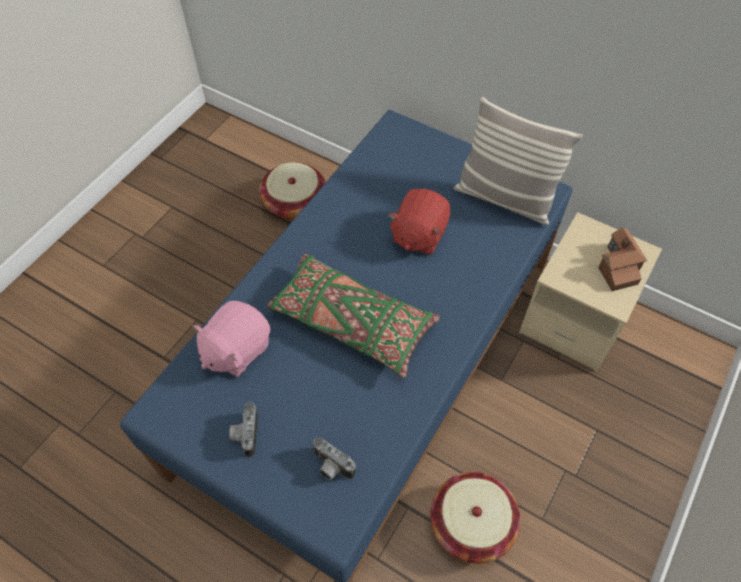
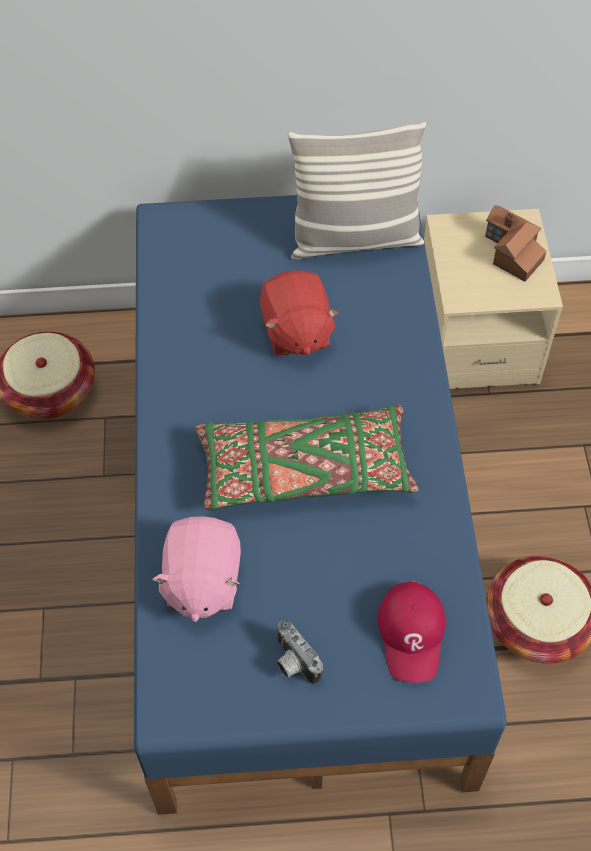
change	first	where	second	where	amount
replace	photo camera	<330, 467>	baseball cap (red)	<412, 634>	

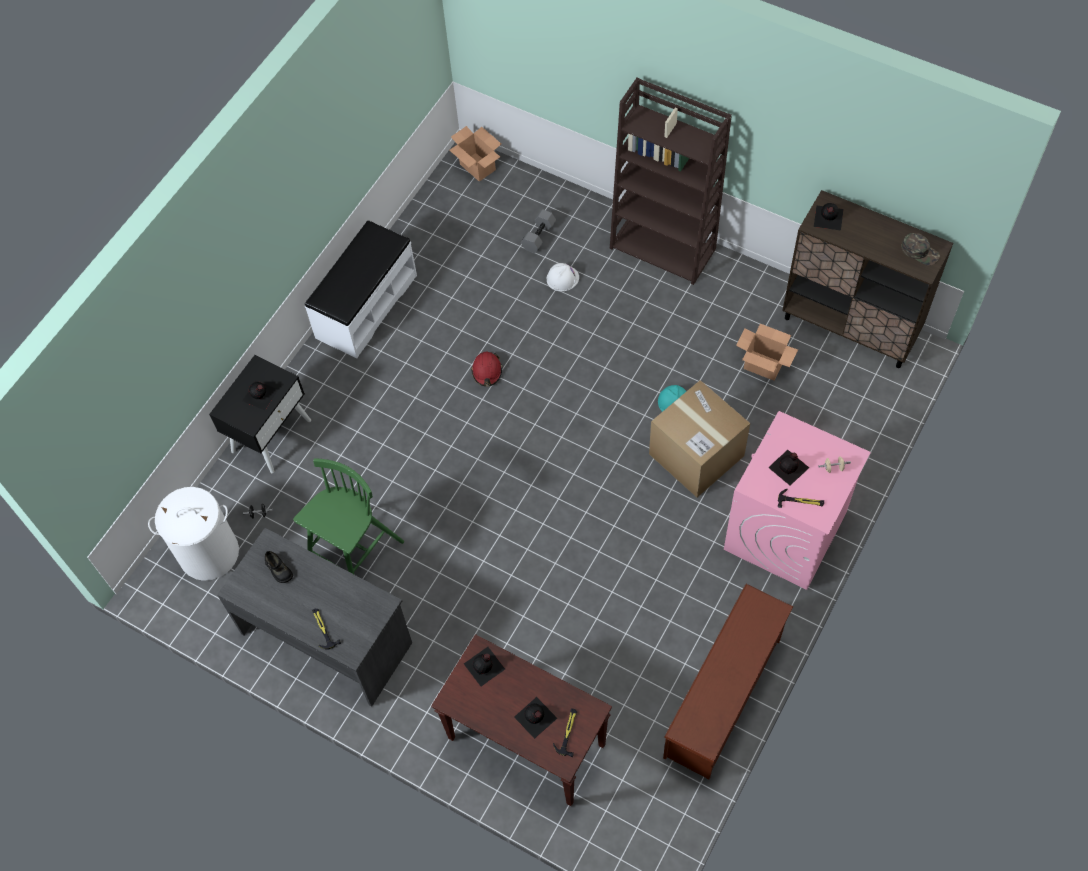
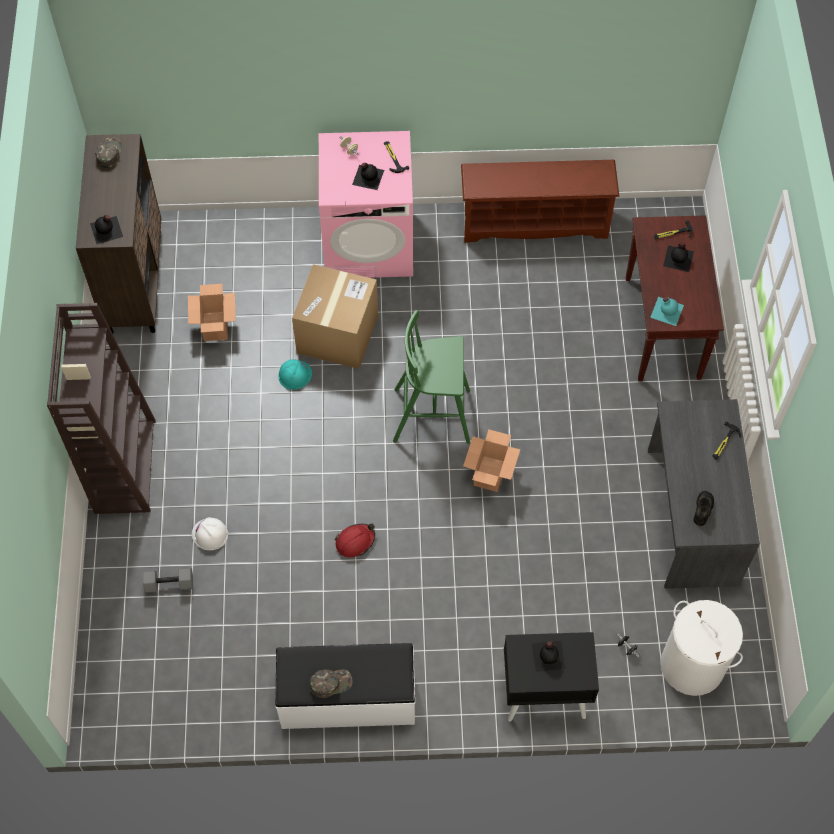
change	first	where	second	where	amount
insert			baseball cap (green-coloured)	<330, 683>	
move	sitting stool (green-coloured)	<355, 558>		<433, 415>	
move	cardboard box	<478, 167>		<490, 473>	
recolor	beverage bottle (black-coloured)	<485, 666>	beverage bottle (blue-green)	<666, 310>	

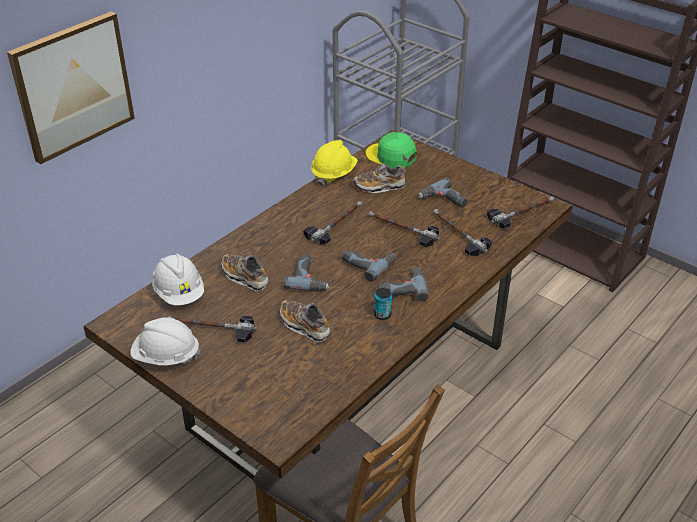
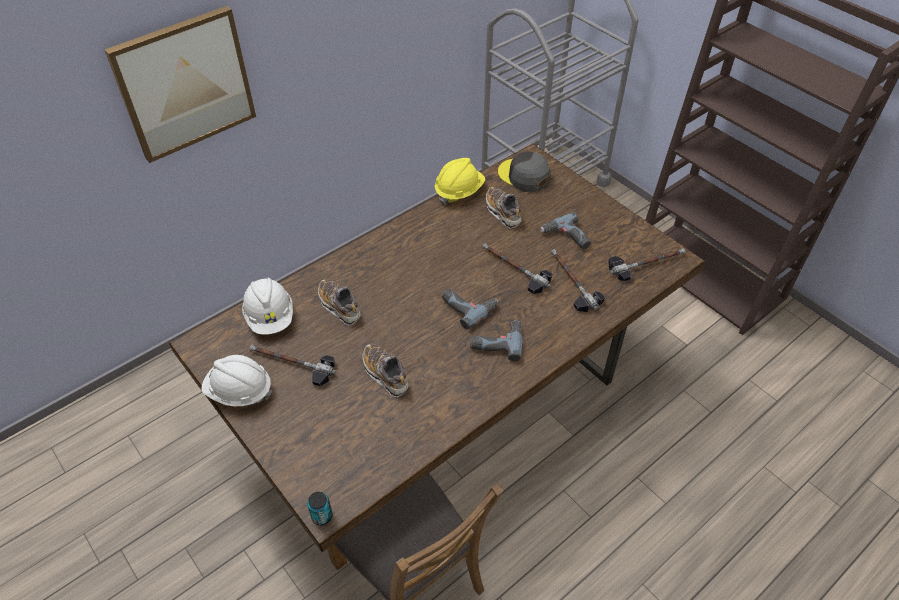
change	first	where	second	where	amount
delete	power drill	<310, 278>			
delete	tool hammer	<335, 224>			
move	sealed can	<382, 314>		<322, 516>	
recolor	baseball cap (green-coloured)	<391, 156>	baseball cap (grey)	<524, 176>	
rotate	shoe	<379, 186>		<502, 212>	60 degrees clockwise

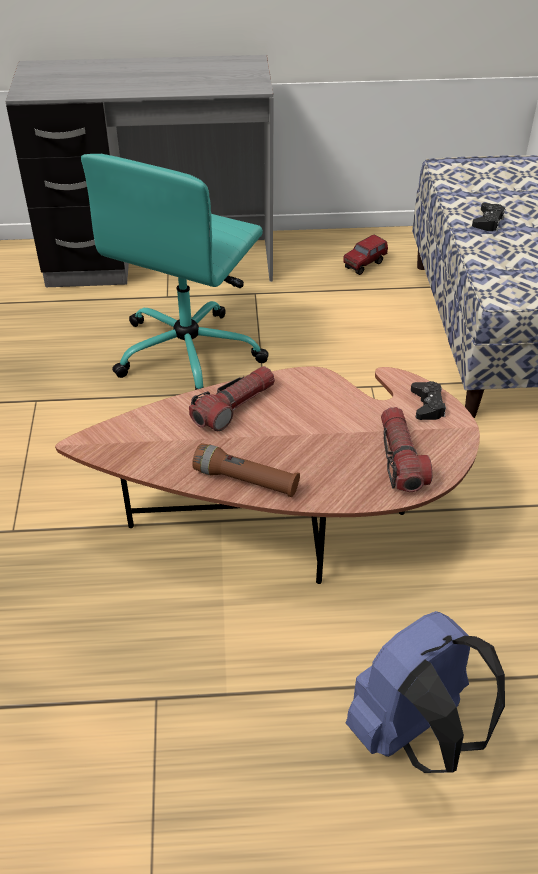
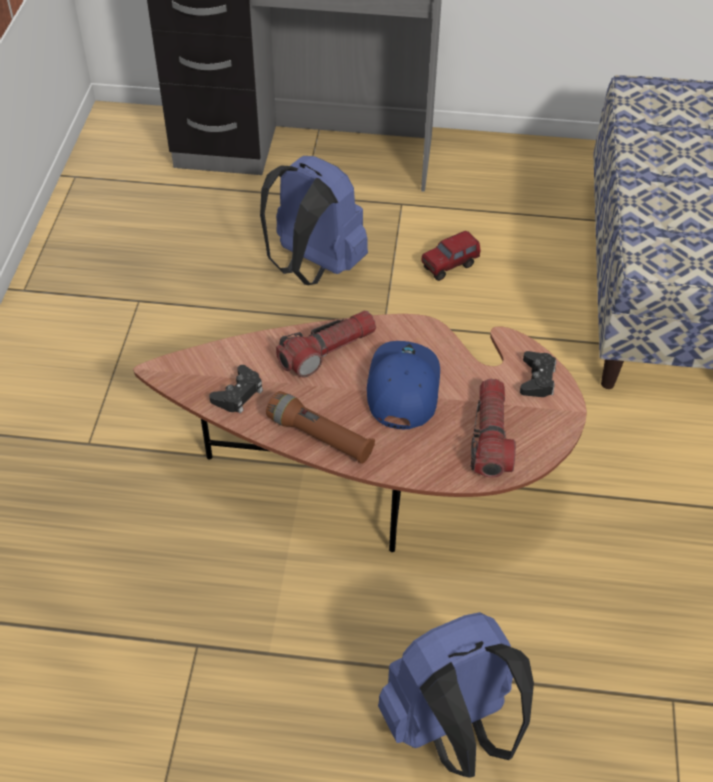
change	first	where	second	where	amount
insert			baseball cap (blue)	<402, 388>	
move	toy truck	<364, 265>		<450, 267>	
move	game controller (black-coloured)	<488, 222>		<238, 394>	
replace	desk chair (blue-green)	<190, 352>	backpack (blue)	<313, 267>	

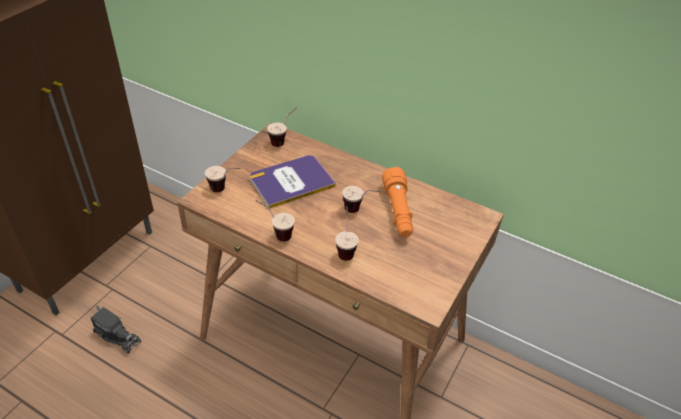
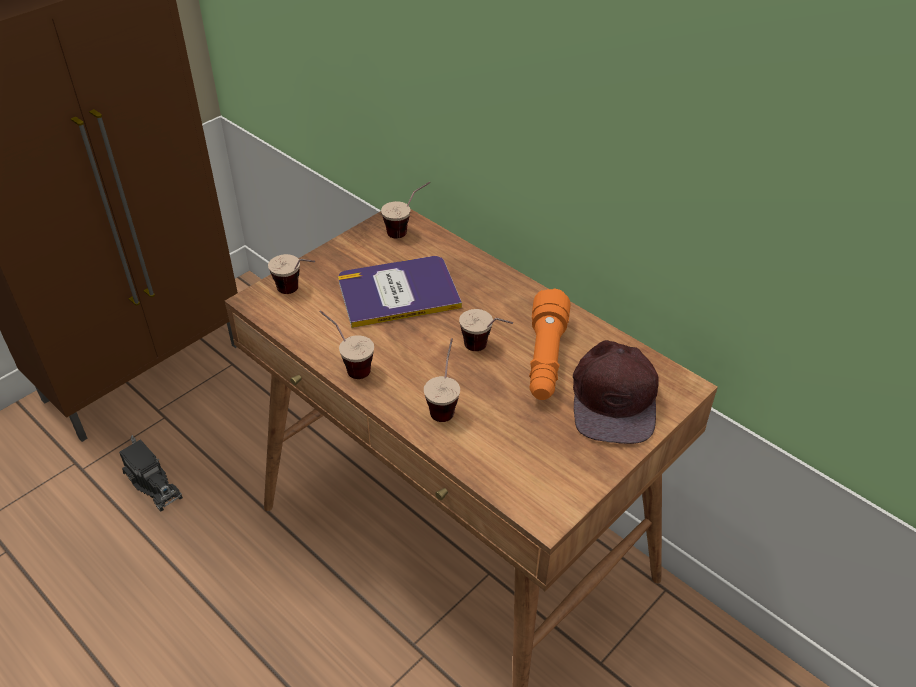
change	first	where	second	where	amount
insert			baseball cap (brown-coloured)	<615, 397>	

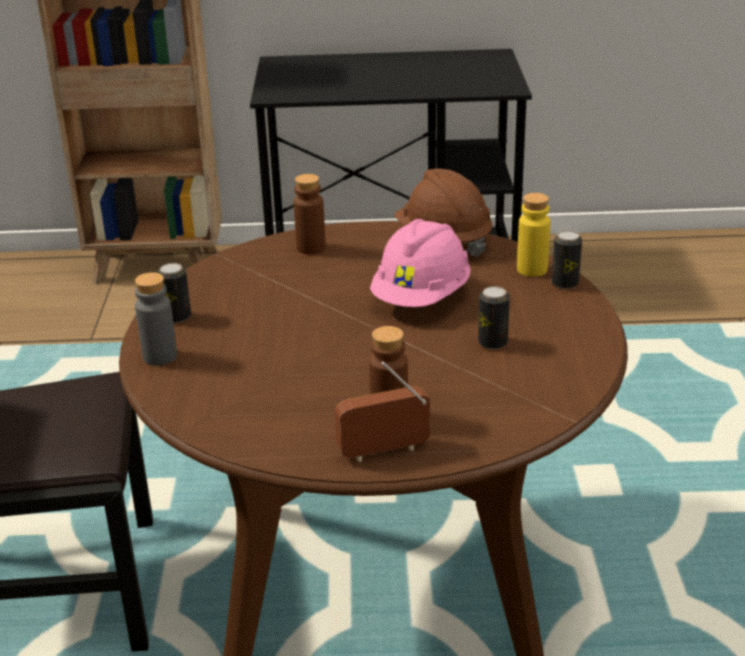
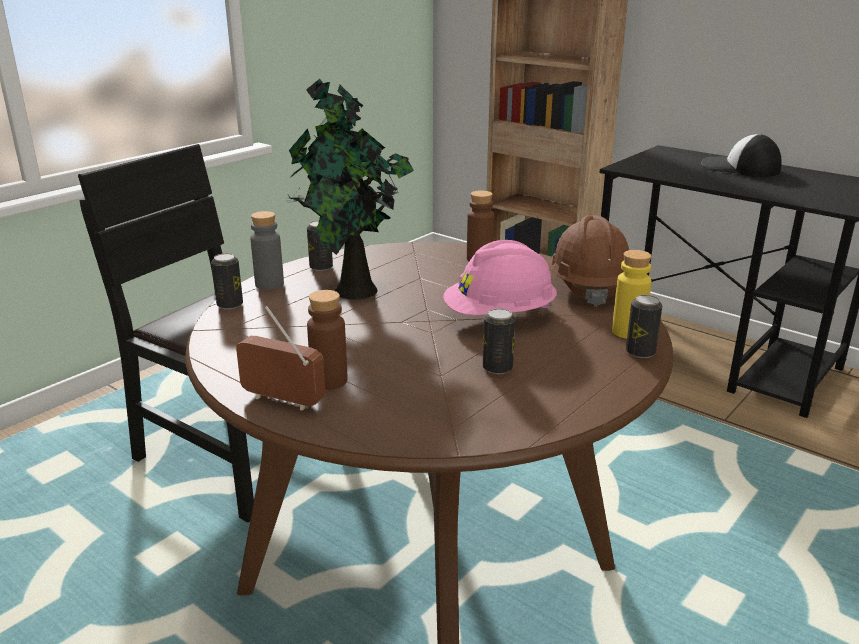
change	first	where	second	where	amount
insert			sealed can	<230, 305>	
insert			houseplant	<353, 292>	
insert			baseball cap	<739, 168>	

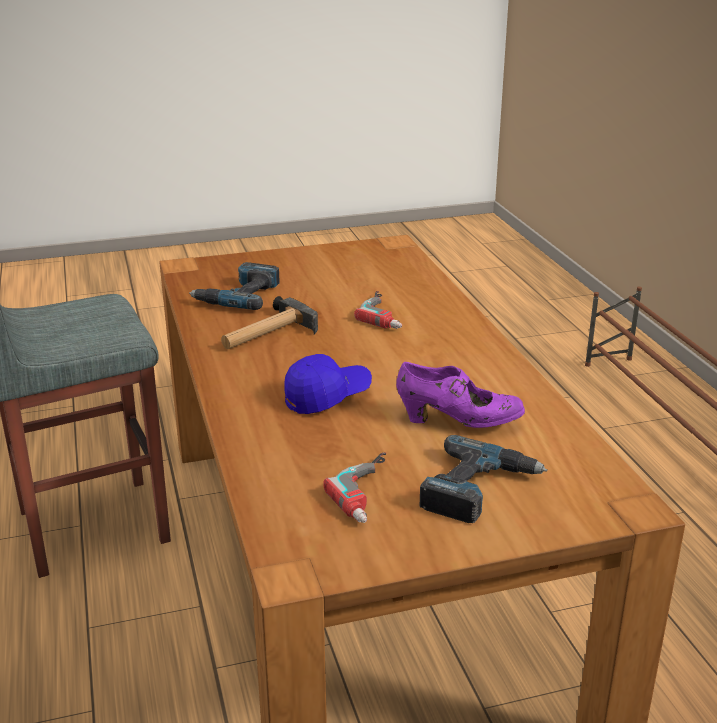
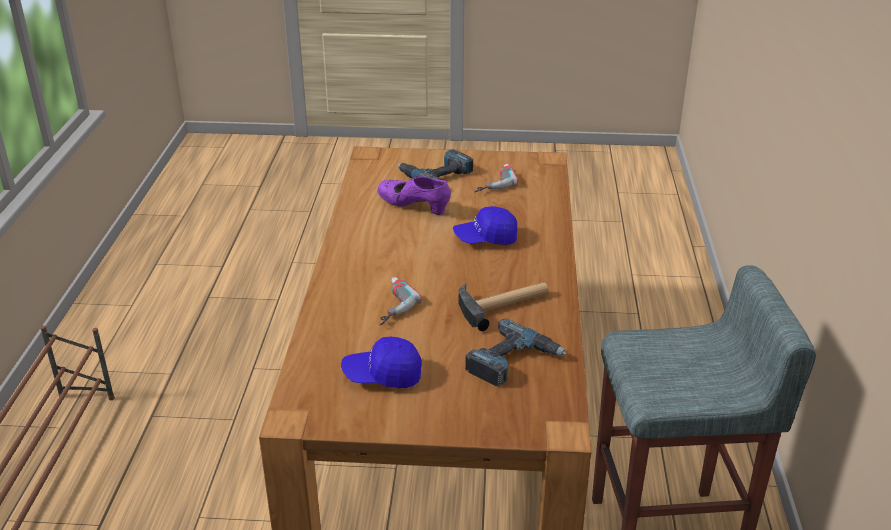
change	first	where	second	where	amount
insert			baseball cap (blue)	<382, 375>	

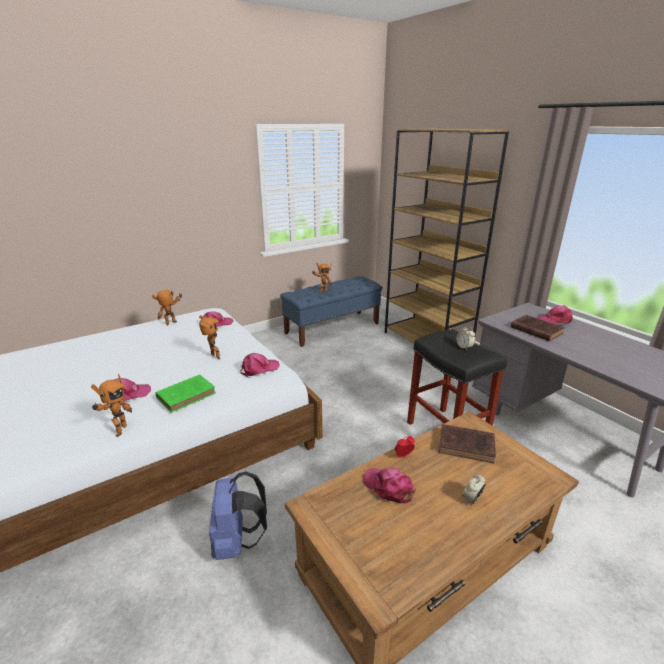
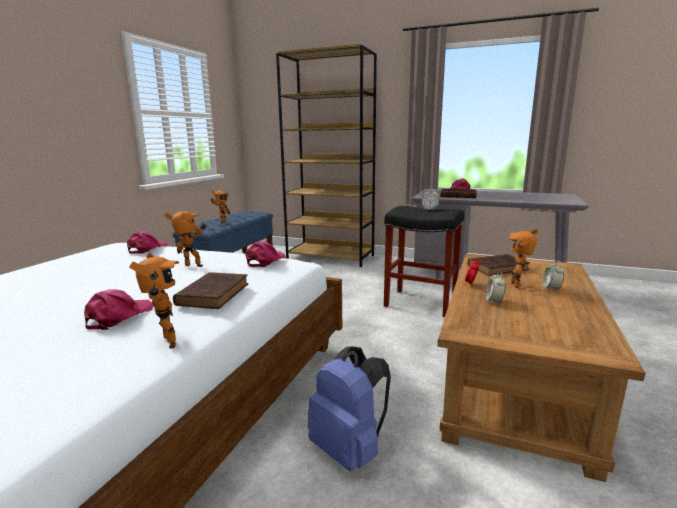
change	first	where	second	where	amount
move	robot figure	<172, 324>		<517, 285>	
replace	baseball cap (pinkish)	<388, 487>	alarm clock	<494, 301>	
recolor	book (green-coloured)	<188, 395>	book (brown-coloured)	<214, 293>	

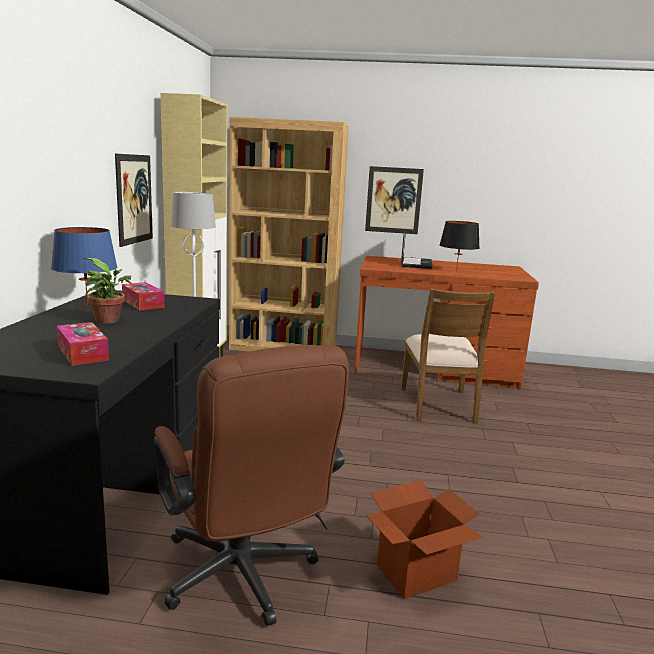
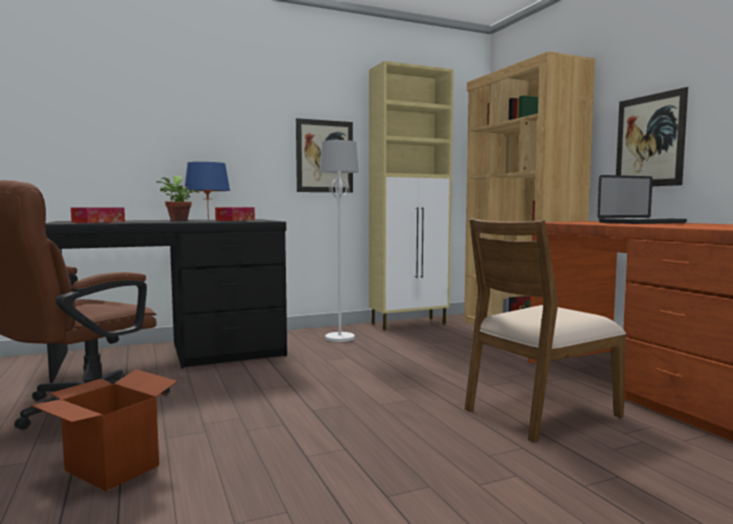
change	first	where	second	where	amount
delete	table lamp (black-coloured)	<456, 272>			

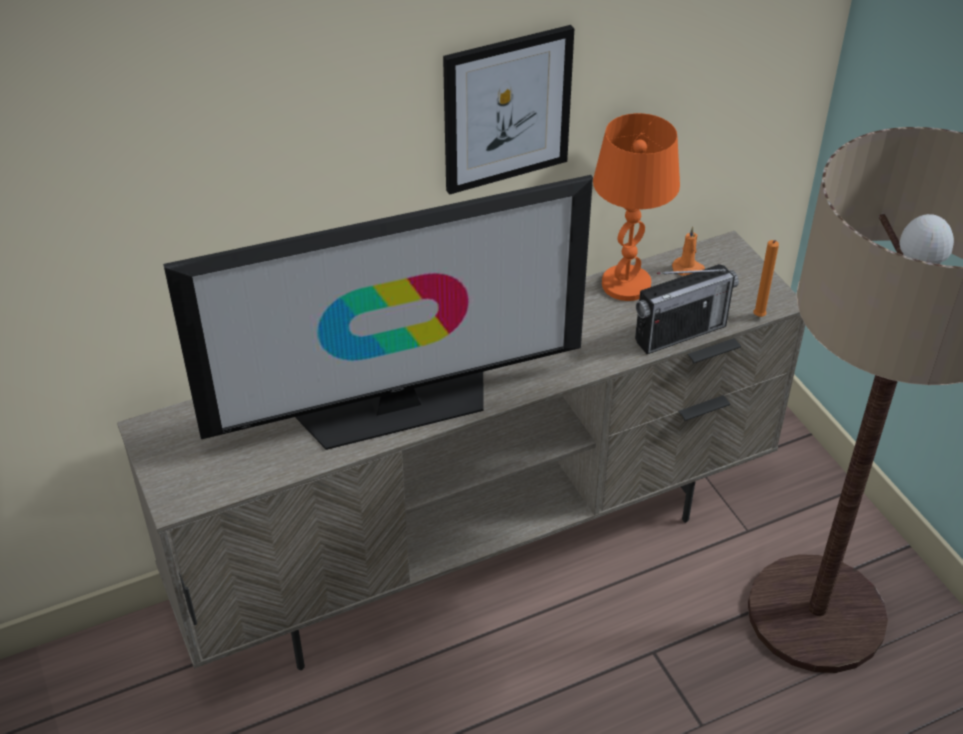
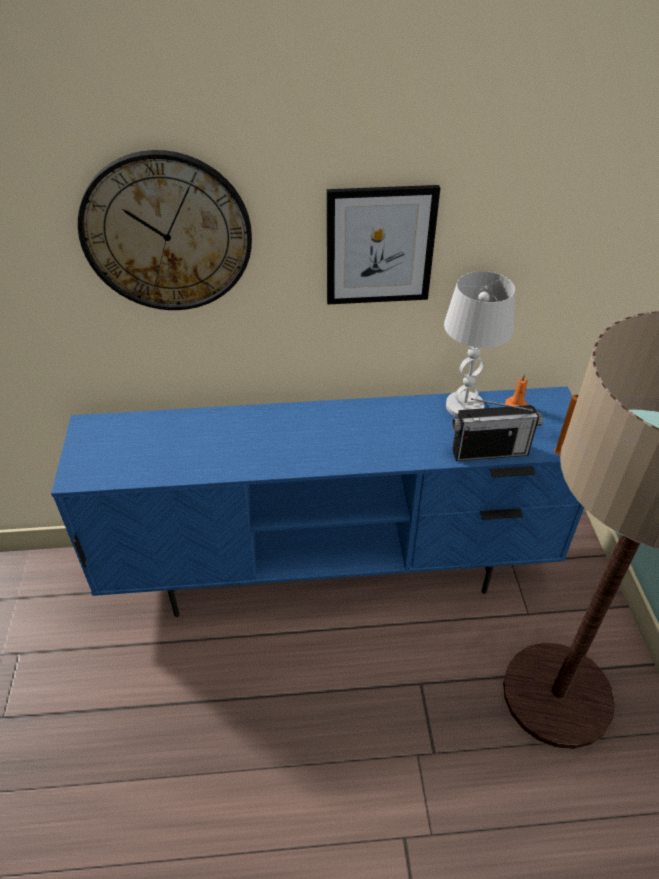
change	first	where	second	where	amount
delete	TV set	<396, 406>			
insert			clock on the wall	<167, 233>	
recolor	tv unit (beige)	<482, 550>	tv unit (blue)	<331, 570>	
recolor	table lamp (orange-coloured)	<626, 285>	table lamp (white)	<464, 406>	

